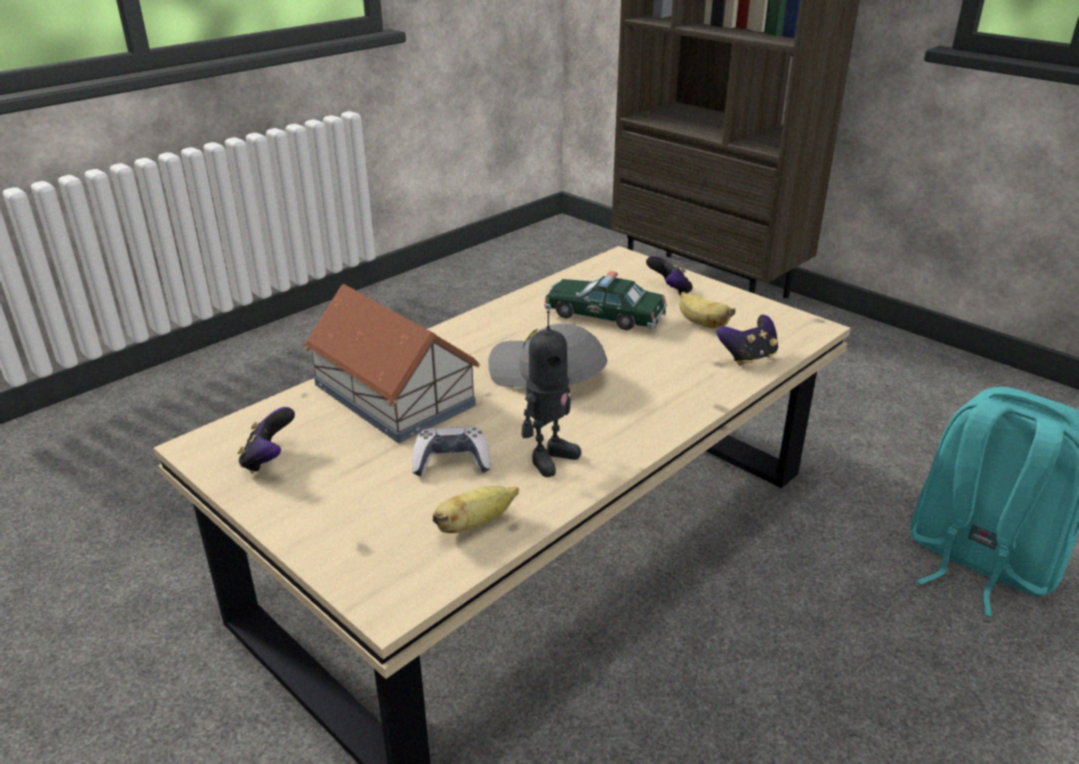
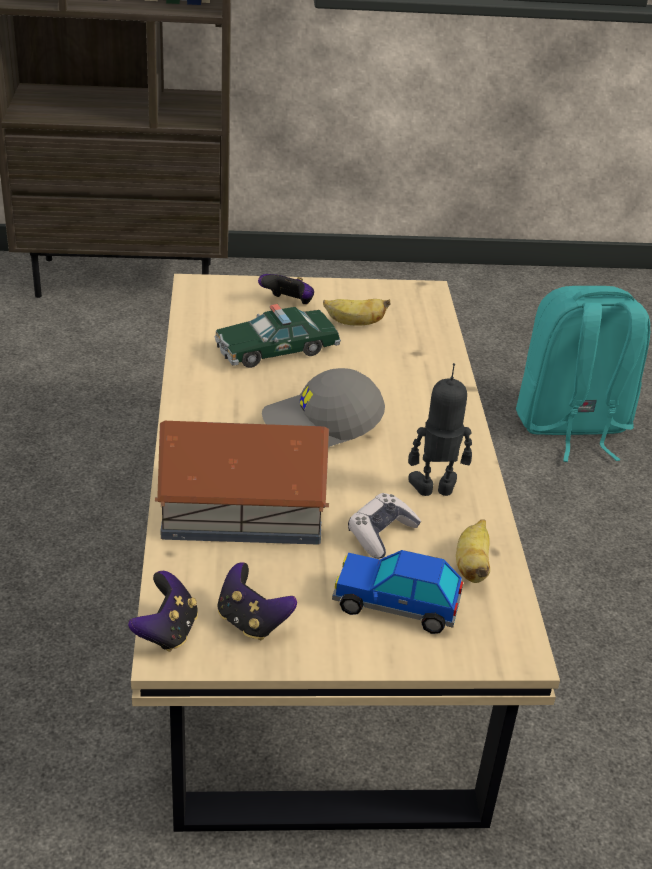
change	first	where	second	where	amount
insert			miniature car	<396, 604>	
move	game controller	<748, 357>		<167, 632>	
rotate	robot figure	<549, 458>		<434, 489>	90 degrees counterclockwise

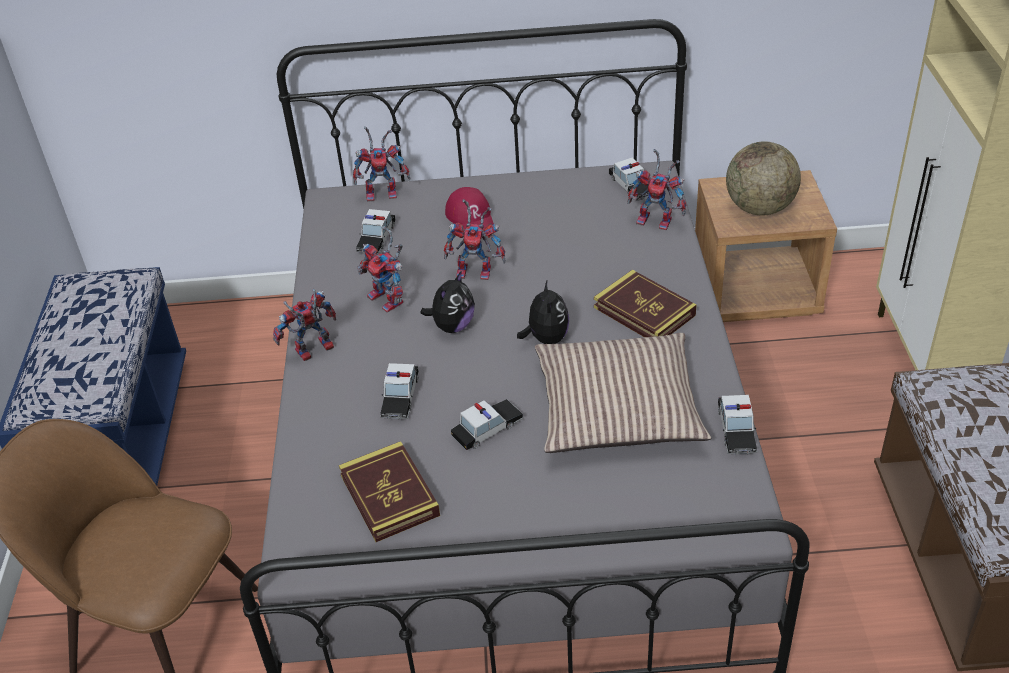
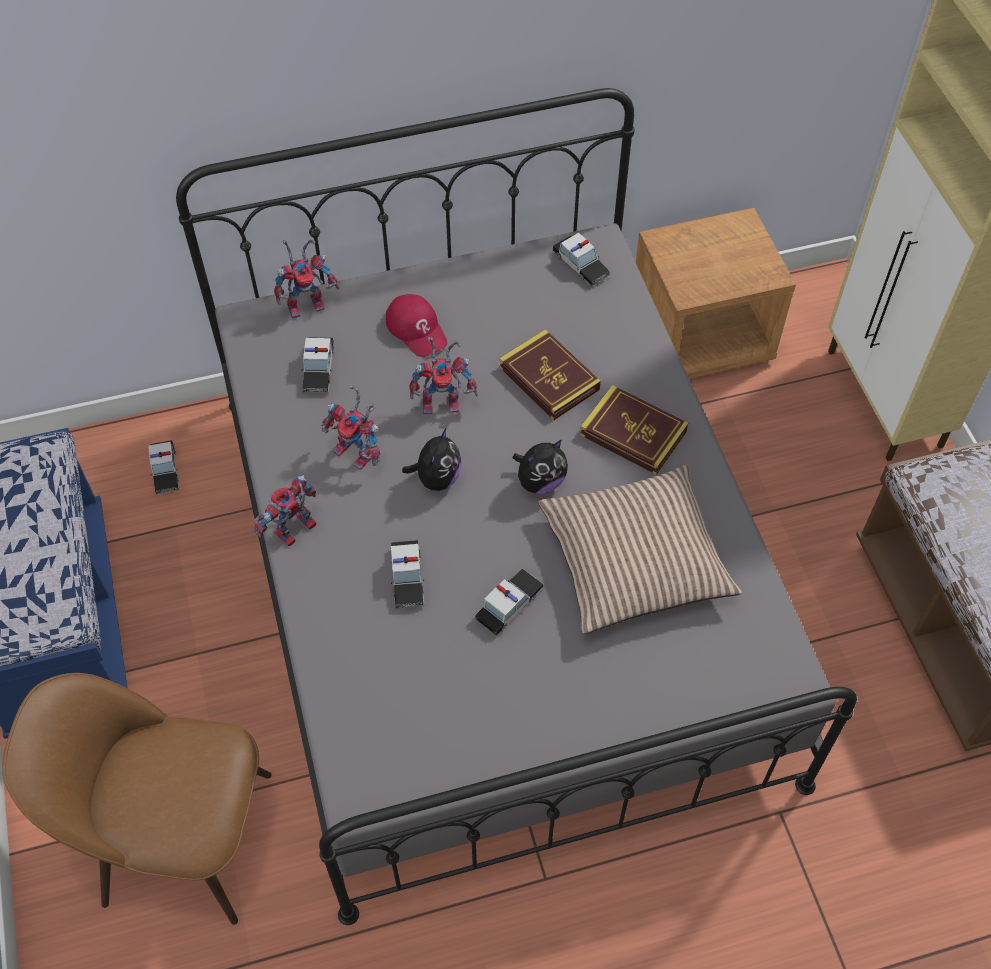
change	first	where	second	where	amount
delete	robot figure	<658, 221>			
delete	globe	<759, 208>			
move	book	<389, 495>		<549, 378>	
move	miniature car	<736, 430>		<165, 470>	
rotate	soft toy	<546, 338>		<540, 482>	75 degrees clockwise

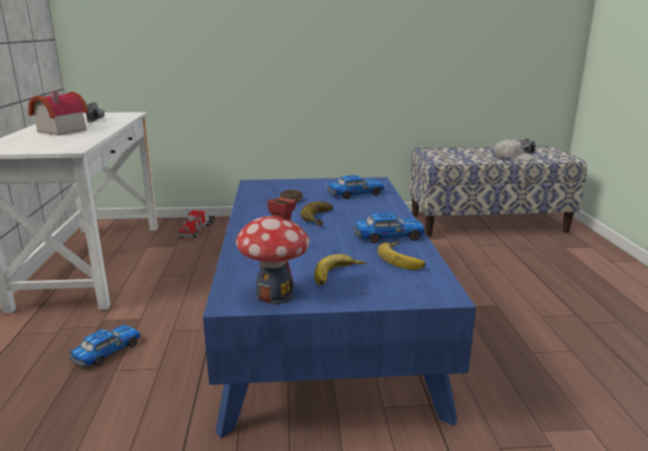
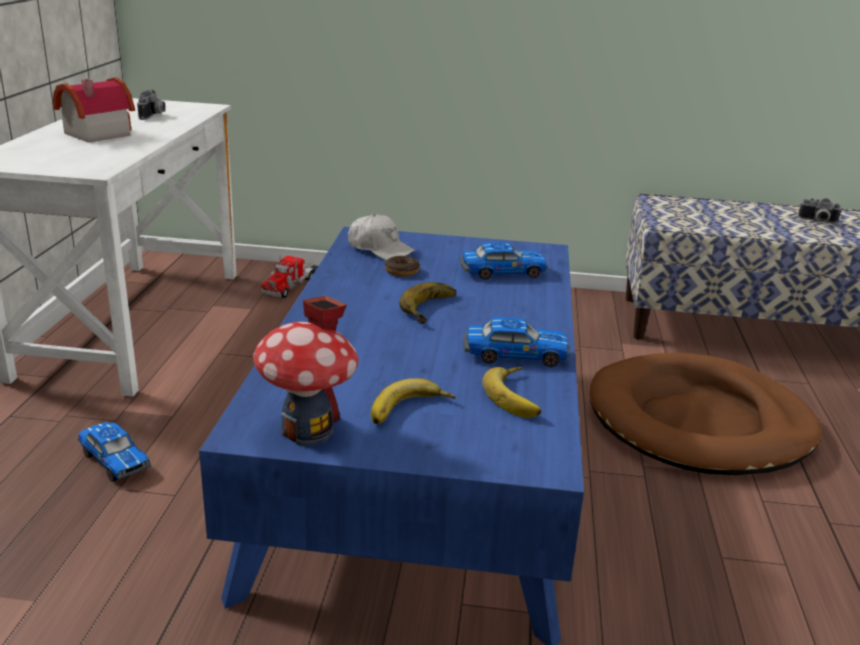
change	first	where	second	where	amount
insert			dog cushion (brown-coloured)	<699, 422>	
move	baseball cap (white)	<512, 157>		<380, 249>	
rotate	miniature car	<106, 352>		<114, 460>	90 degrees clockwise

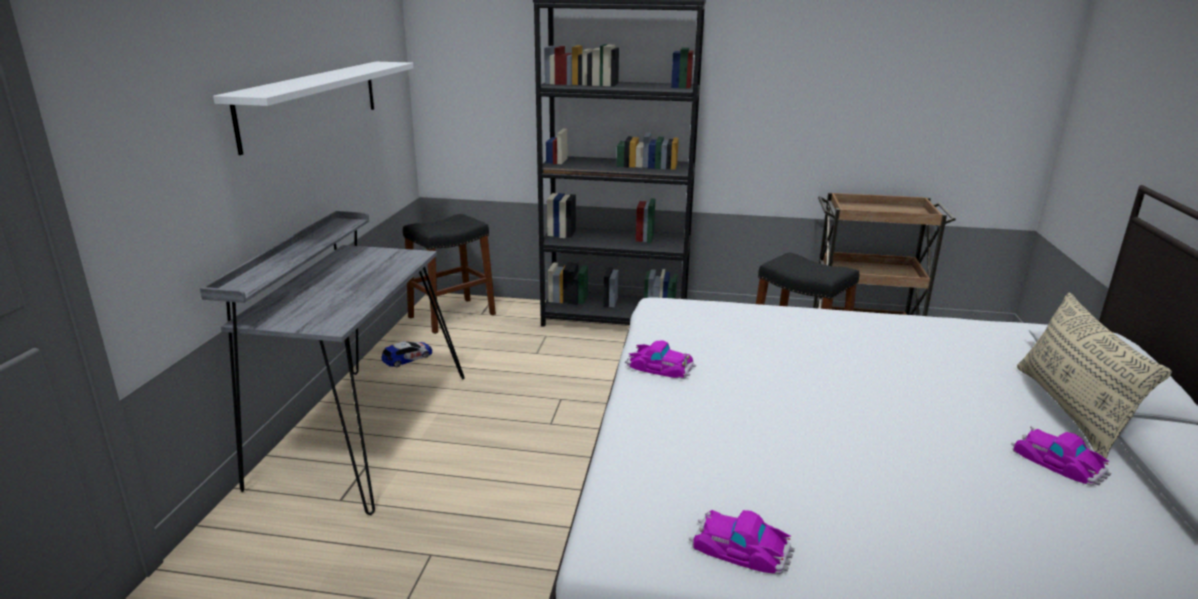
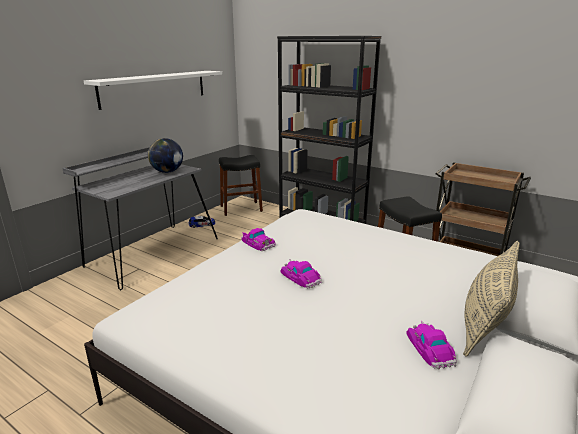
change	first	where	second	where	amount
insert			globe	<167, 171>	
move	miniature car	<740, 548>		<301, 277>	

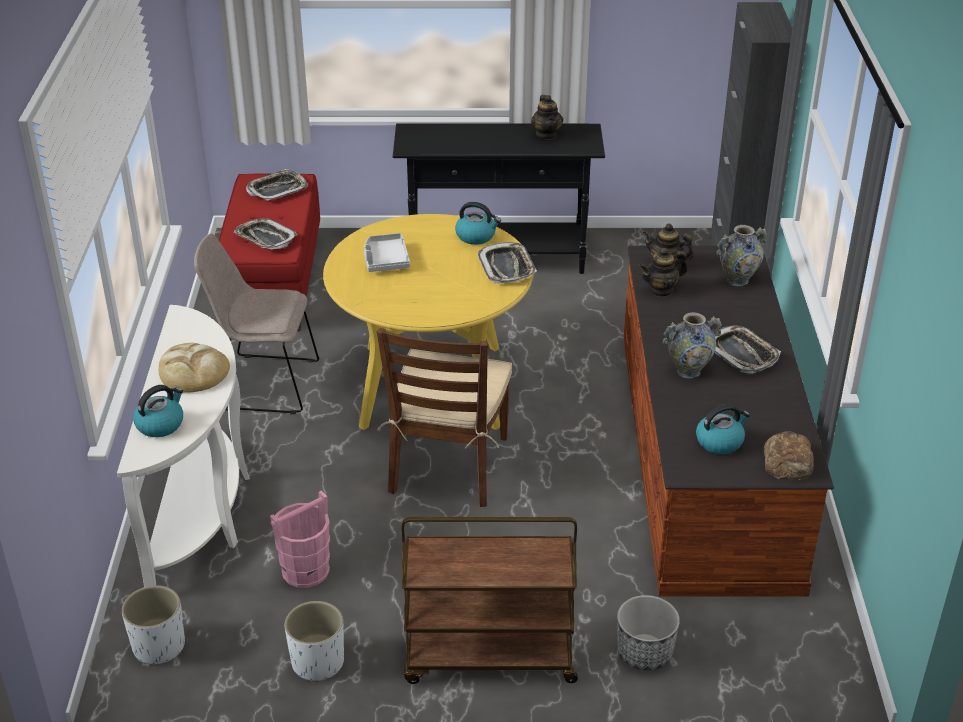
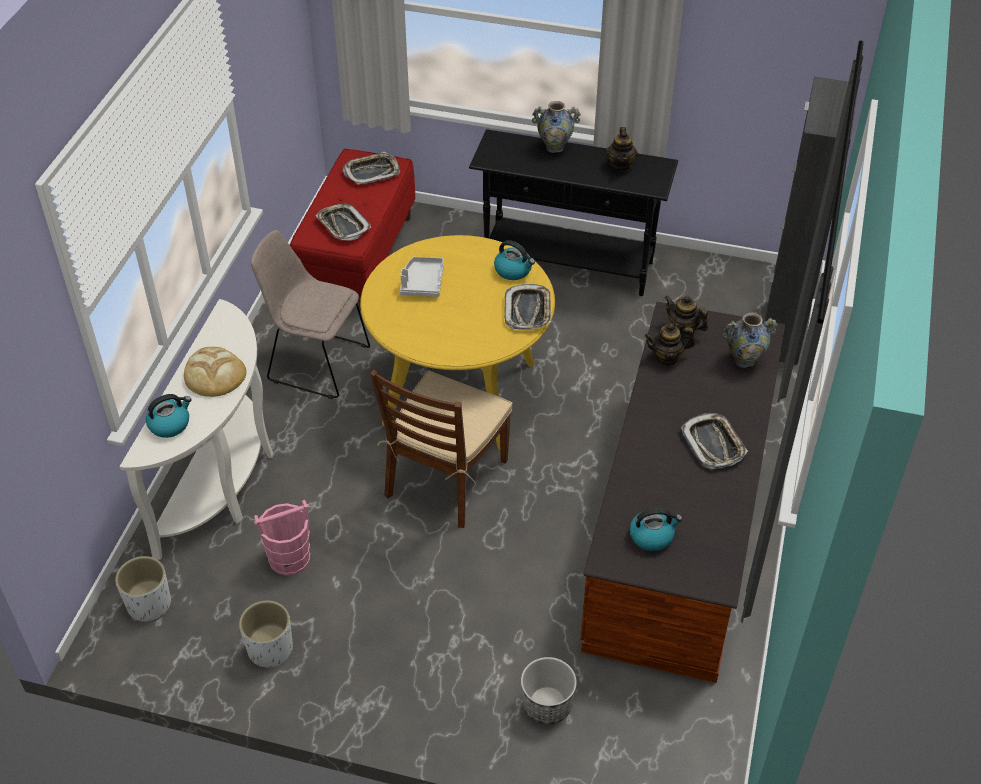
change	first	where	second	where	amount
delete	wheeled cart (brown-coloured)	<488, 658>			
delete	baked bread	<789, 462>			
move	vase	<688, 371>		<554, 147>	

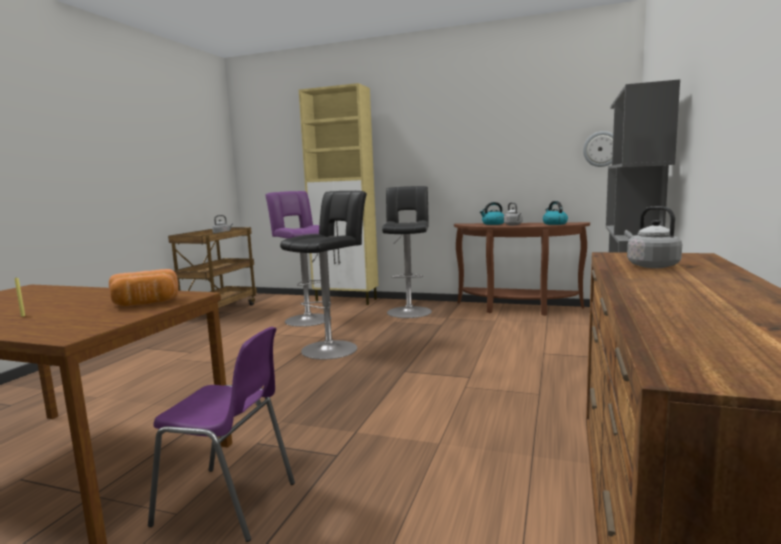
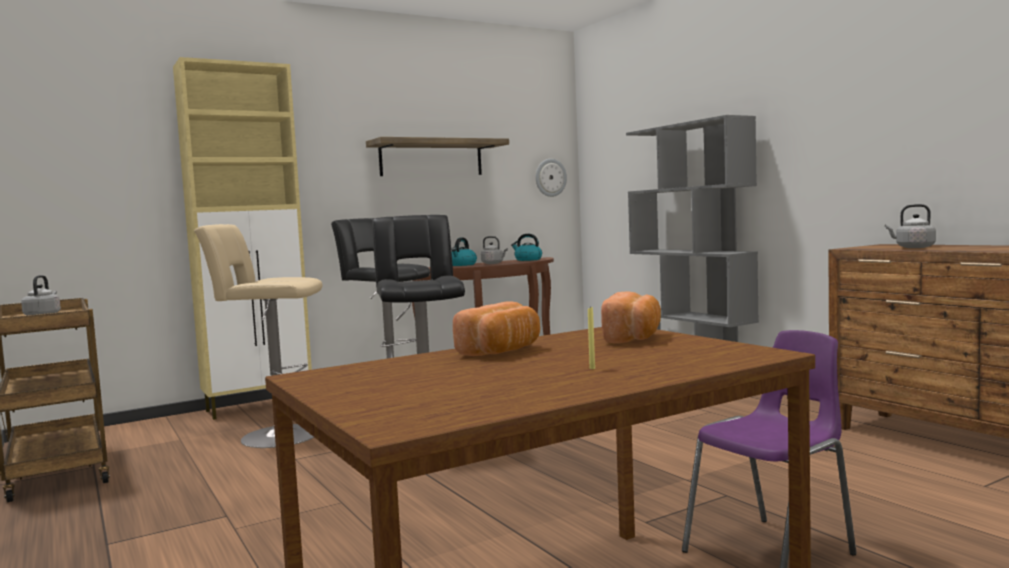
change	first	where	second	where	amount
insert			shelf	<431, 158>	
insert			baked bread	<502, 351>	
recolor	sitting stool (purple)	<306, 319>	sitting stool (beige)	<274, 436>	

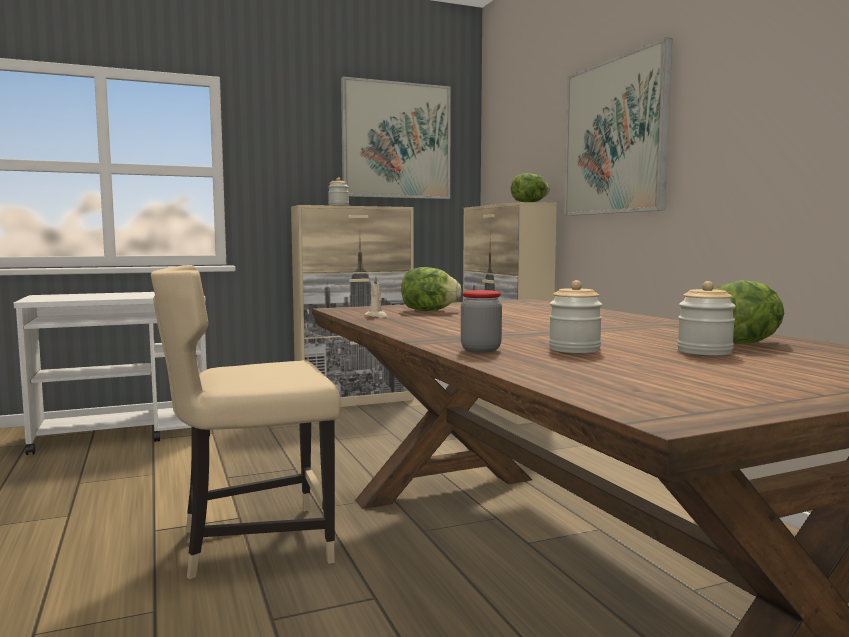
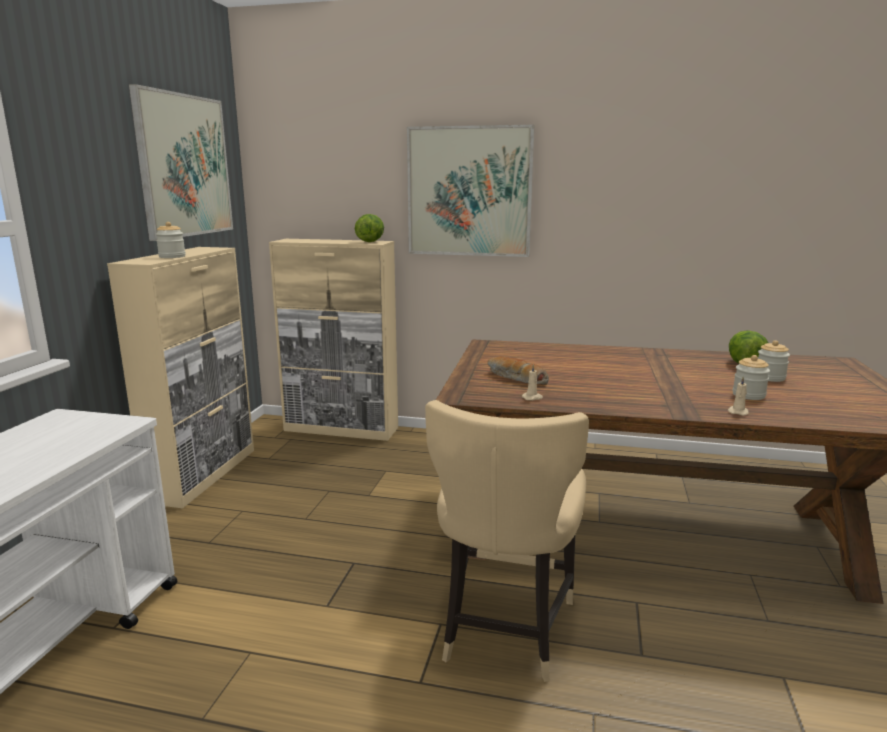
change	first	where	second	where	amount
replace	lettuce	<429, 311>	baked bread	<515, 378>	
replace	storage jar	<480, 350>	wax light (beige)	<738, 412>	

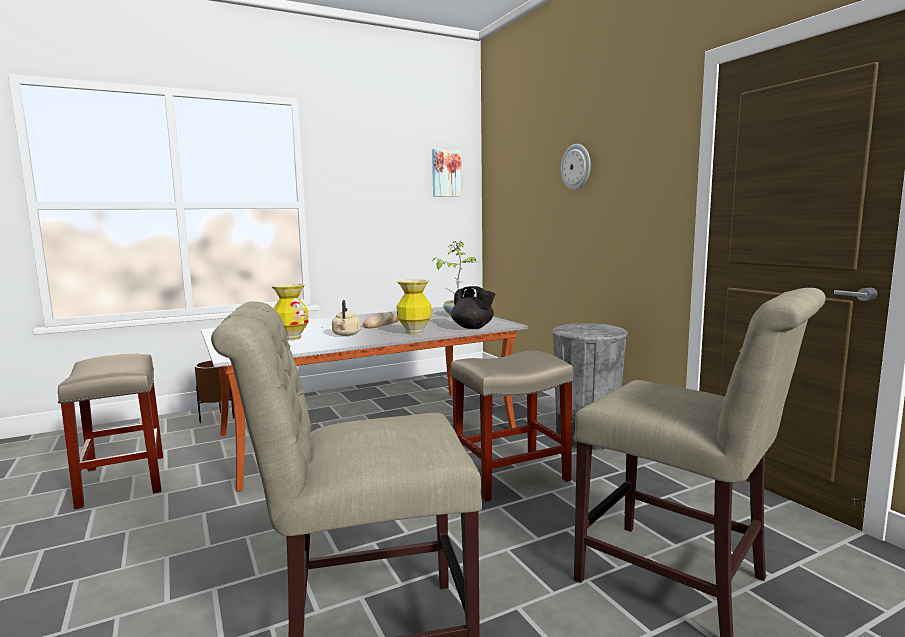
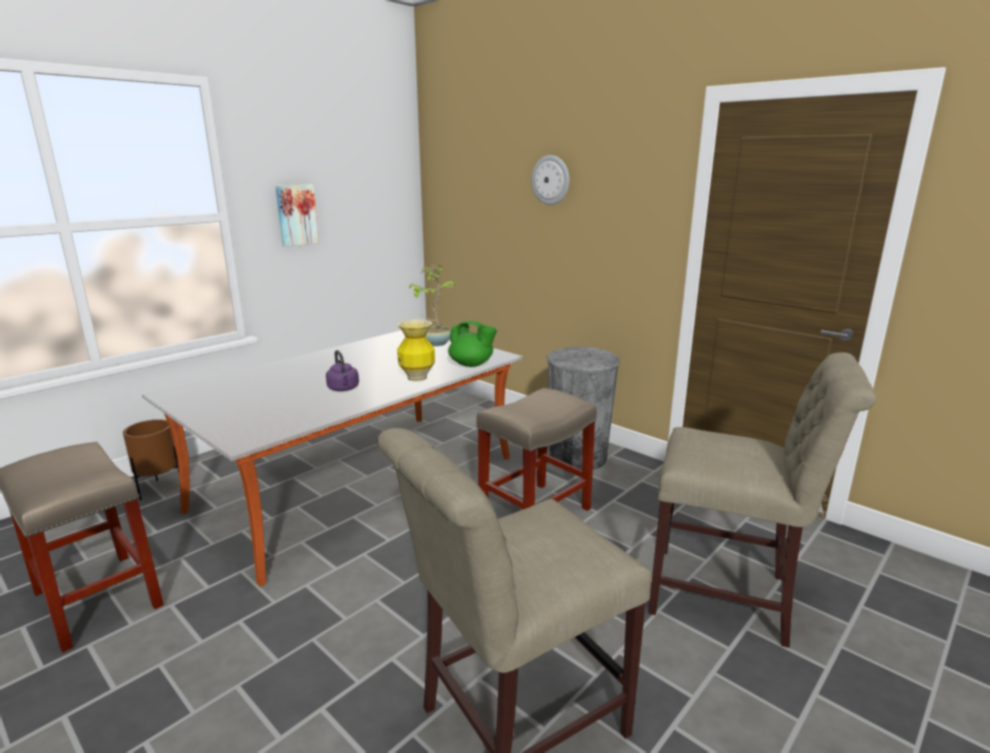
change	first	where	second	where	amount
delete	vase	<291, 338>			
delete	baked bread	<381, 324>			
move	wall art	<446, 173>		<296, 215>	
recolor	tea kettle (beige)	<346, 335>	tea kettle (purple)	<343, 389>	
recolor	tea pot (black-coloured)	<473, 328>	tea pot (green-coloured)	<472, 364>	

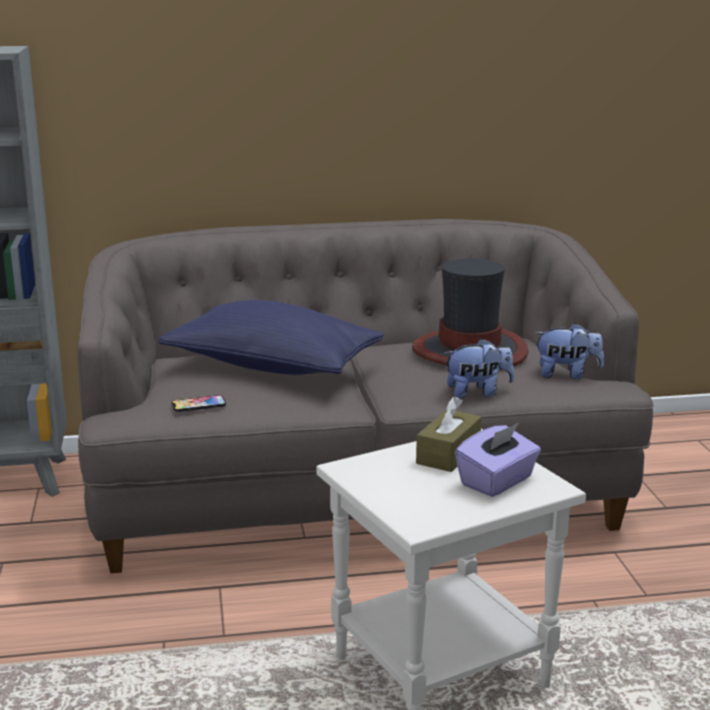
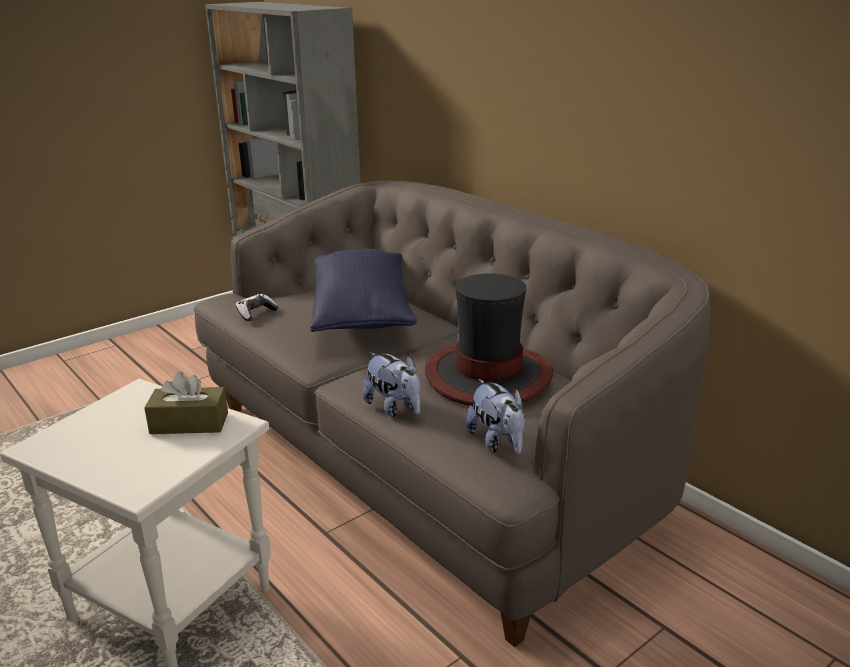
change	first	where	second	where	amount
delete	box of tissues (purple)	<497, 482>			
replace	phone	<198, 405>	game controller	<256, 313>	

